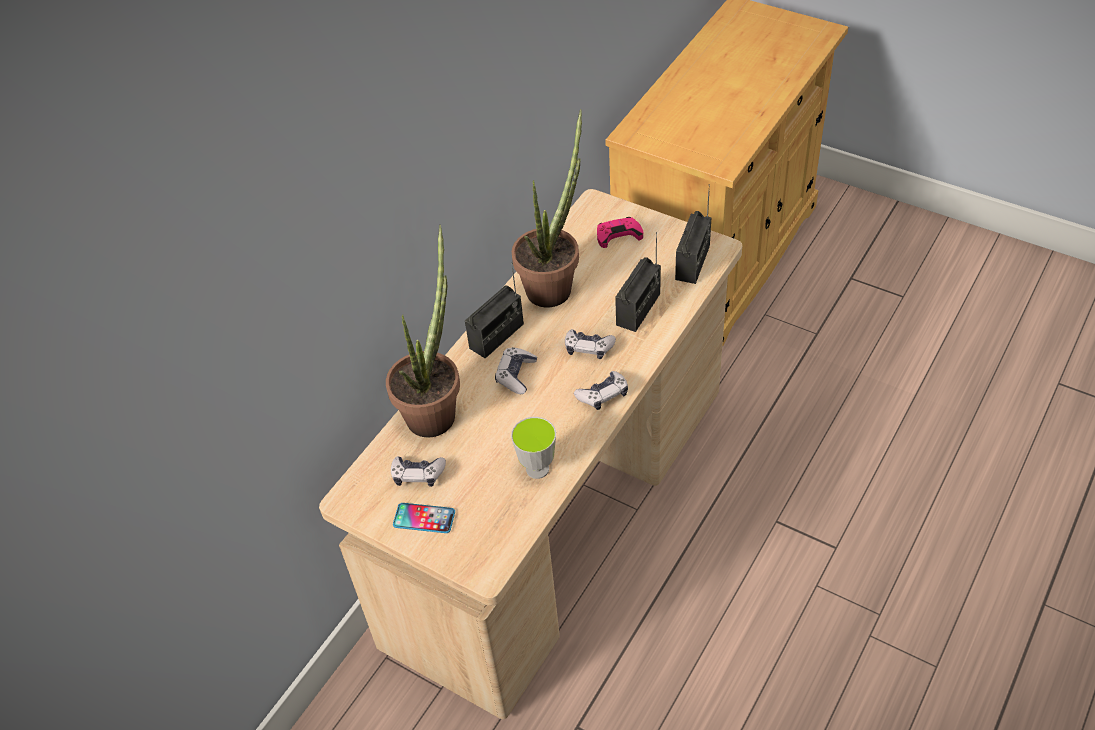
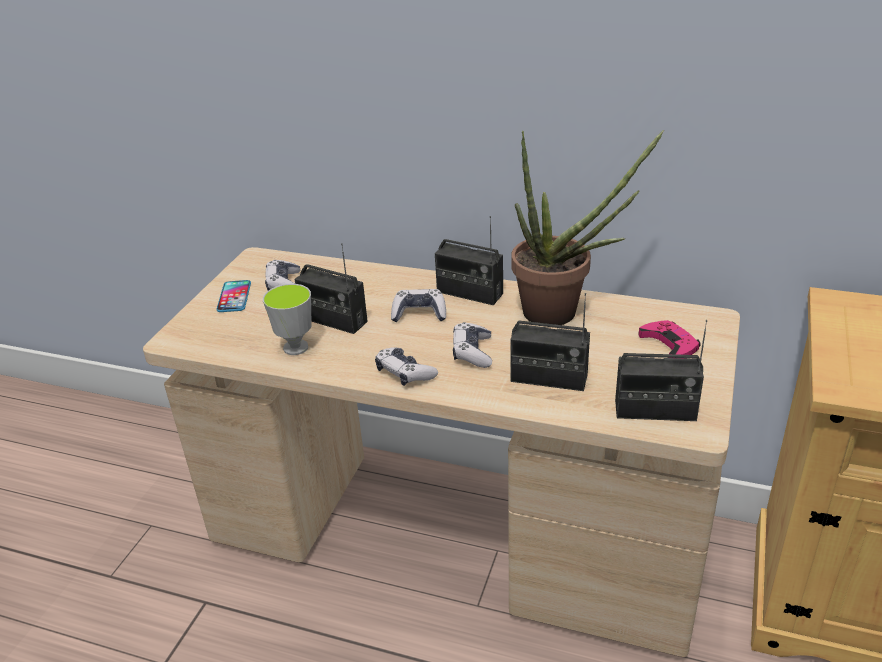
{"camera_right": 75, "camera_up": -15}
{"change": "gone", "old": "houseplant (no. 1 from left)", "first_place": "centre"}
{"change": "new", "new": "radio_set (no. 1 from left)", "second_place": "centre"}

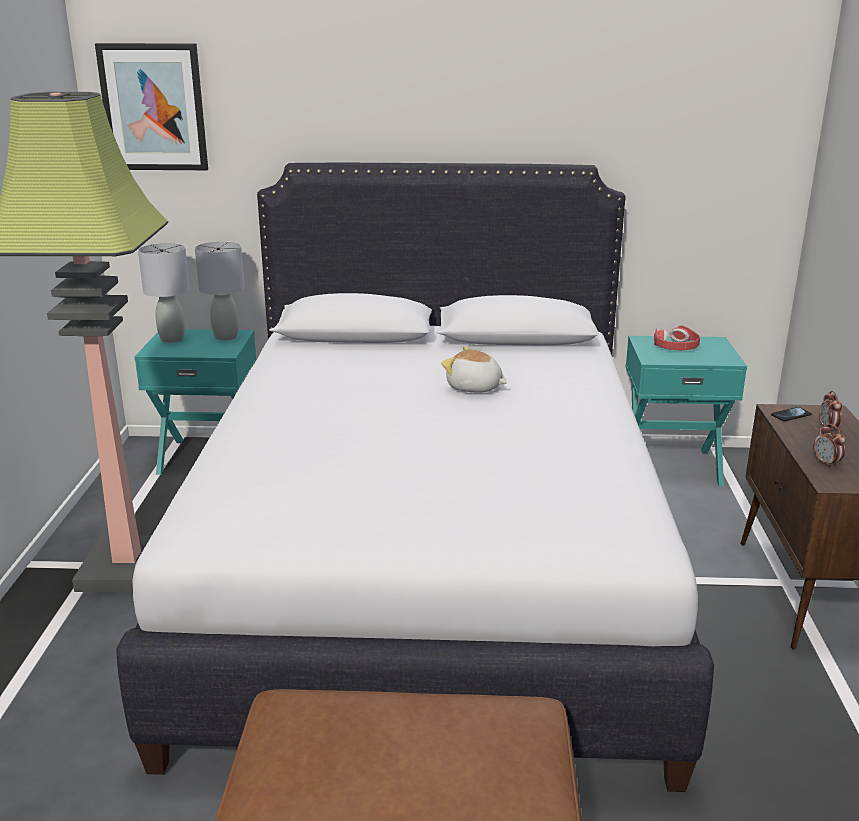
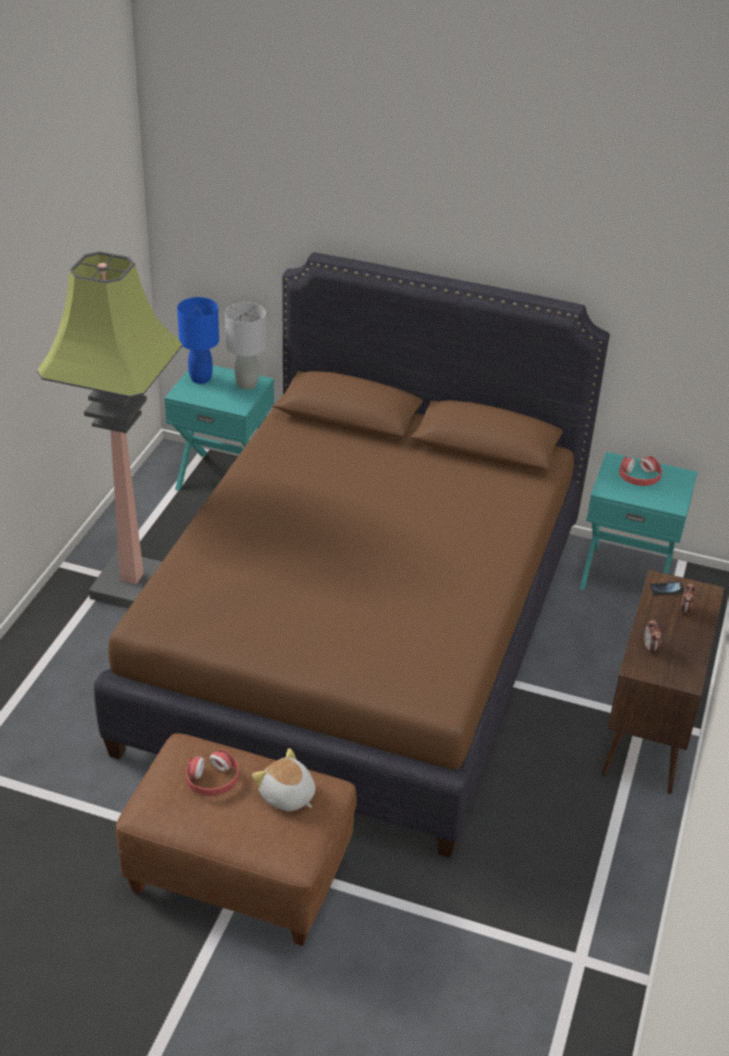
{"camera_right": 15, "camera_up": 15}
{"change": "gone", "old": "wall_picture", "first_place": "top left"}
{"change": "new", "new": "red_pair_of_headphones (no. 1 from left)", "second_place": "bottom left"}
{"change": "shifted", "old": "cuddly_toy", "first_place": "centre", "second_place": "bottom centre"}
{"change": "repainted", "old": "white_bed", "new": "brownish_bed", "first_place": "centre", "second_place": "centre"}
{"change": "repainted", "old": "greyish_lamp_for_a_table (no. 1 from left)", "new": "blue_lamp_for_a_table", "first_place": "middle left", "second_place": "top left"}

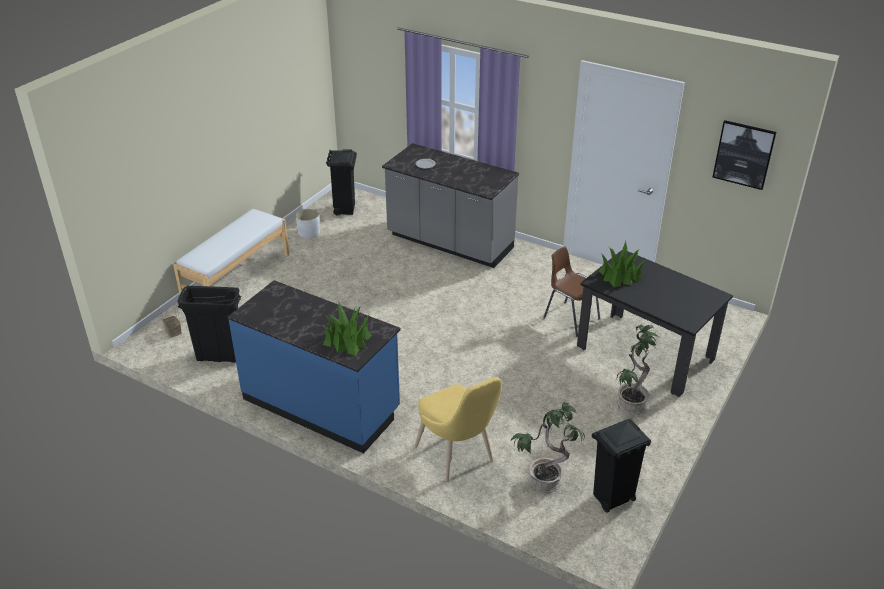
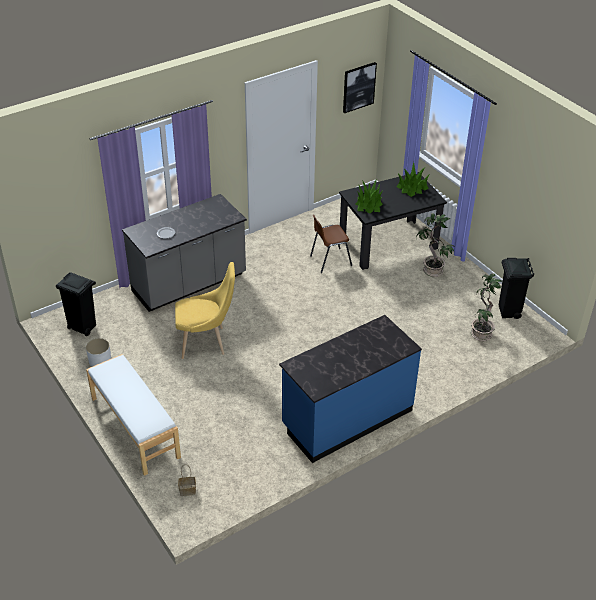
{"camera_right": -65, "camera_up": 5}
{"change": "gone", "old": "black_waste_bin (no. 1 from left)", "first_place": "middle left"}
{"change": "shifted", "old": "houseplant (no. 1 from left in the first image)", "new": "houseplant (no. 2 from left)", "first_place": "centre", "second_place": "top right"}
{"change": "shifted", "old": "yellow-coloured_chair", "first_place": "bottom centre", "second_place": "centre"}

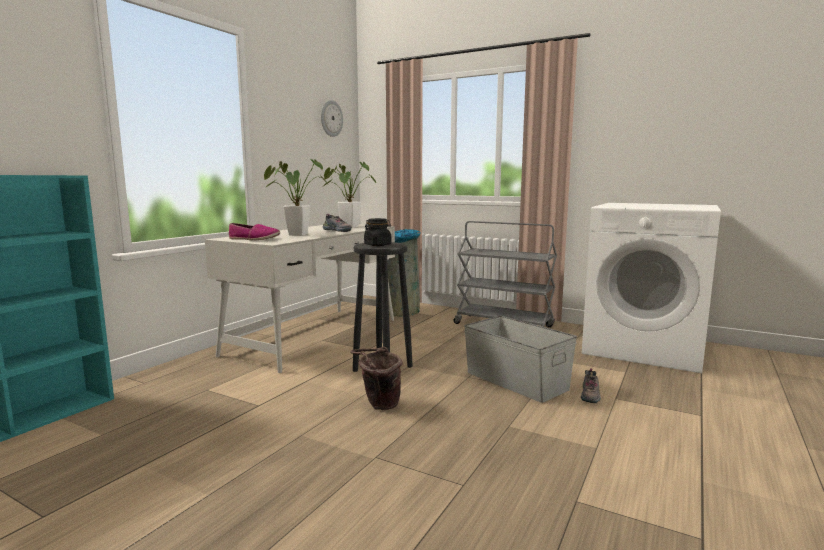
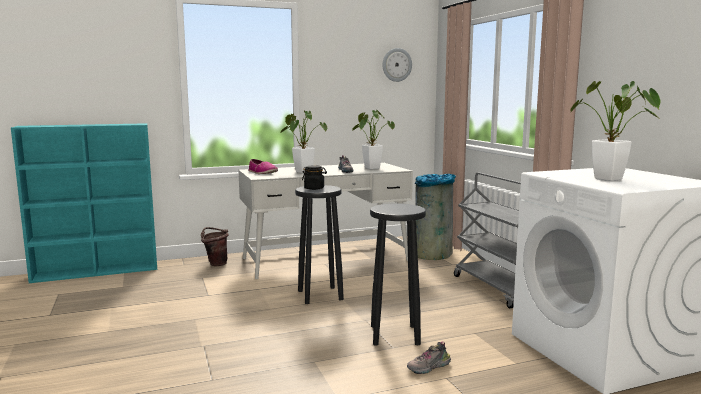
{"camera_right": 40, "camera_up": 0}
{"change": "new", "new": "houseplant (no. 3 from left)", "second_place": "top right"}
{"change": "shifted", "old": "brownish_pail", "first_place": "bottom centre", "second_place": "middle left"}
{"change": "swapped", "old": "greyish_storage_container", "new": "black_sitting_stool (no. 2 from left)", "first_place": "centre", "second_place": "bottom centre"}

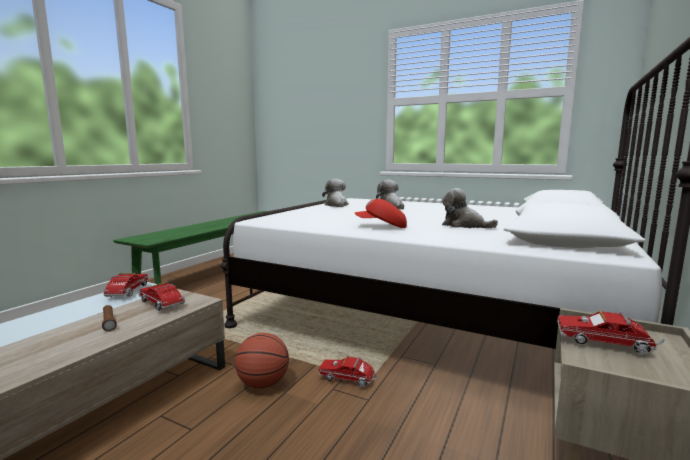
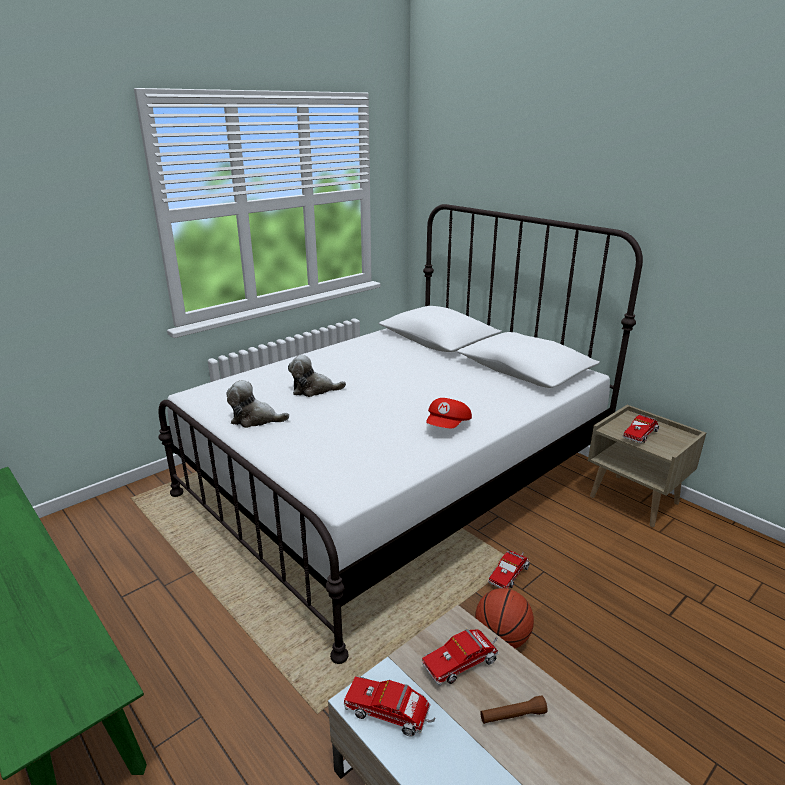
{"camera_right": -70, "camera_up": 15}
{"change": "gone", "old": "cuddly_toy (no. 3 from left)", "first_place": "middle right"}

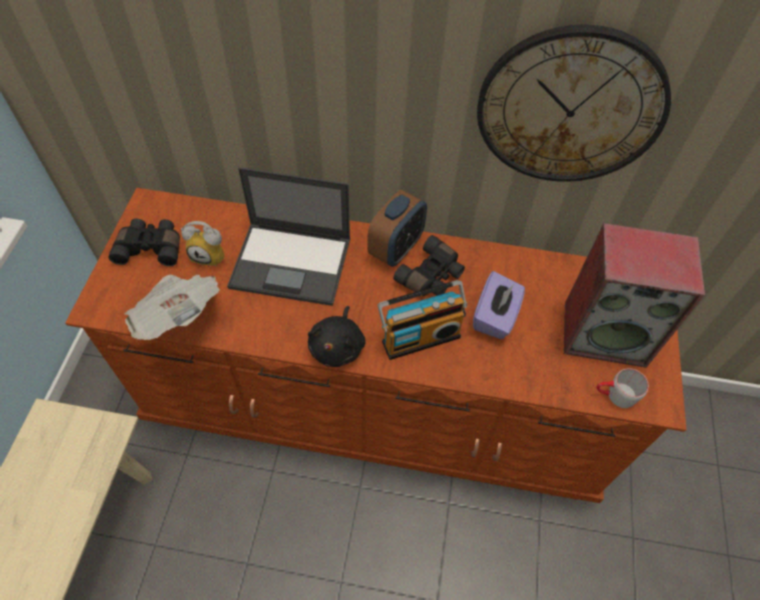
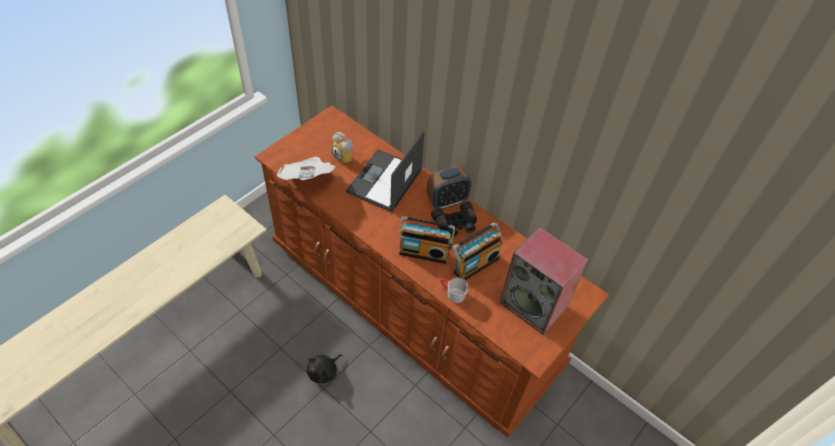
{"camera_right": 30, "camera_up": -5}
{"change": "gone", "old": "black_binoculars (no. 1 from left)", "first_place": "middle left"}
{"change": "gone", "old": "wall_clock", "first_place": "top right"}
{"change": "shifted", "old": "black_cuddly_toy", "first_place": "centre", "second_place": "bottom centre"}
{"change": "shifted", "old": "greyish_mug", "first_place": "middle right", "second_place": "centre"}
{"change": "swapped", "old": "purple-coloured_tissue_holder", "new": "radio_set (no. 2 from left)", "first_place": "centre", "second_place": "centre"}
{"change": "rotated", "old": "portable_computer", "first_place": "centre", "second_place": "centre", "degrees": 75}

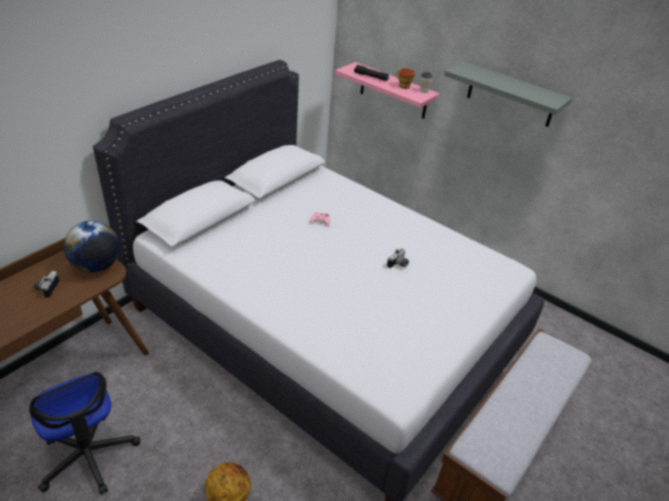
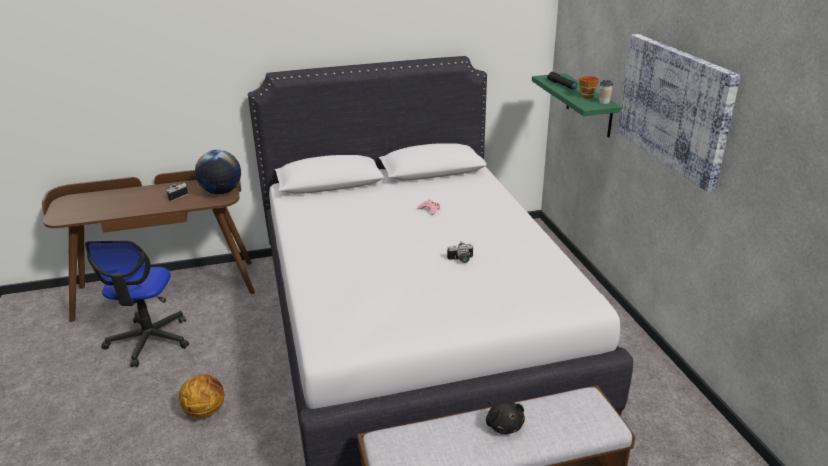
{"camera_right": 40, "camera_up": -10}
{"change": "new", "new": "black_cuddly_toy", "second_place": "bottom centre"}
{"change": "swapped", "old": "greyish_wall_shelf", "new": "wall_picture", "first_place": "top right", "second_place": "top right"}
{"change": "repainted", "old": "pink_wall_shelf", "new": "green-coloured_wall_shelf", "first_place": "top centre", "second_place": "top right"}

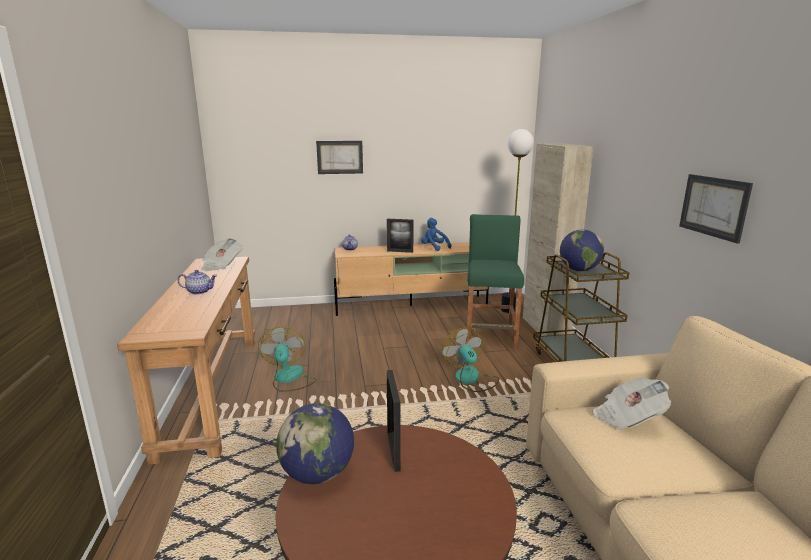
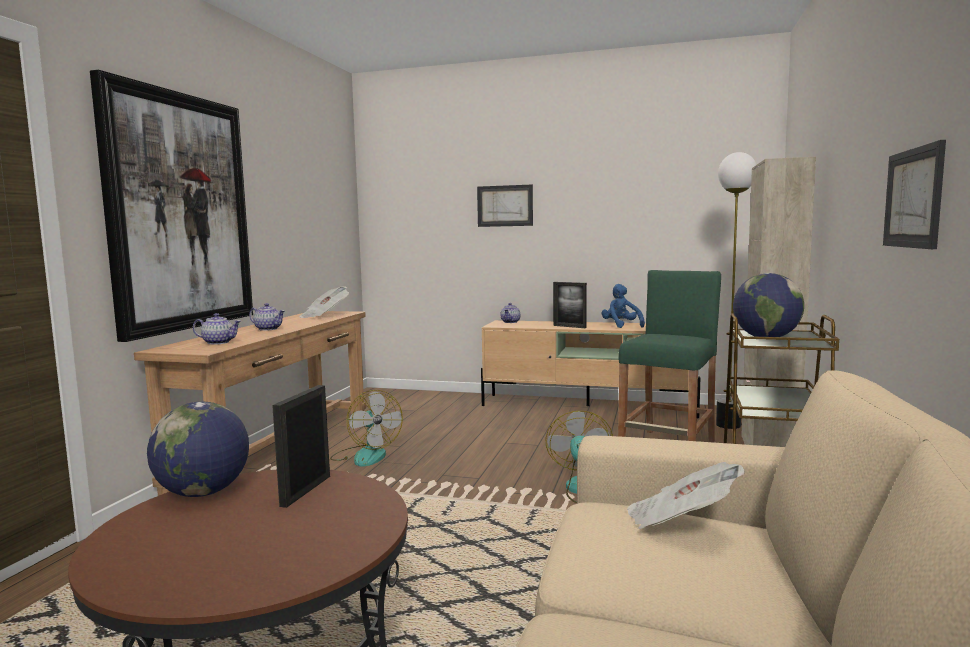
{"camera_right": 25, "camera_up": -10}
{"change": "new", "new": "wall_picture (no. 1 from left)", "second_place": "top left"}
{"change": "new", "new": "teapot (no. 1 from left)", "second_place": "middle left"}
{"change": "rotated", "old": "electric_fan (no. 1 from left)", "first_place": "centre", "second_place": "centre", "degrees": 135}

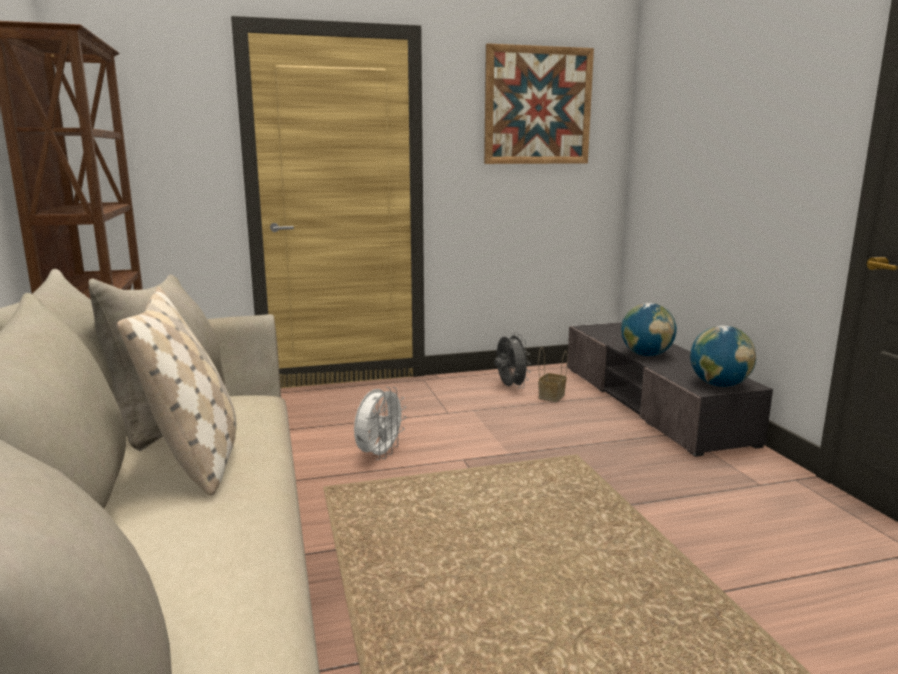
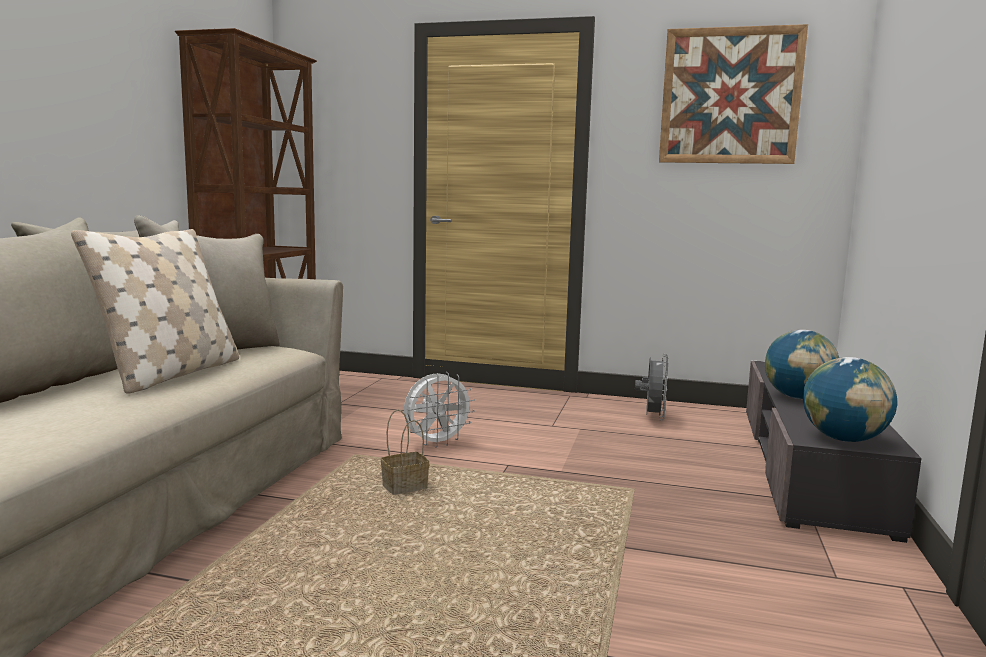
{"camera_right": 30, "camera_up": -5}
{"change": "shifted", "old": "household_basket", "first_place": "centre", "second_place": "bottom centre"}

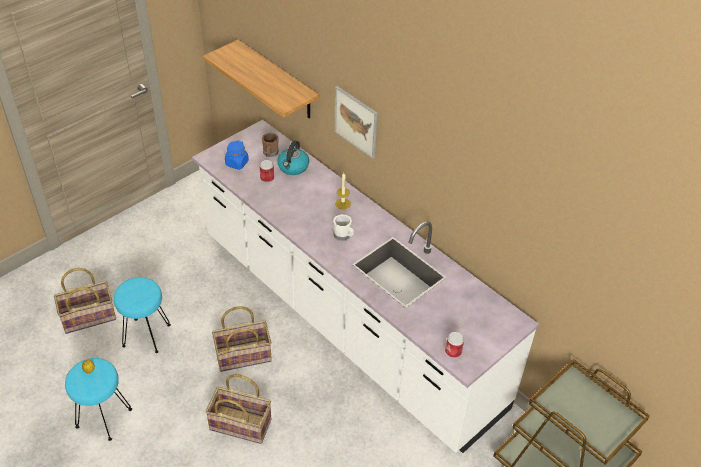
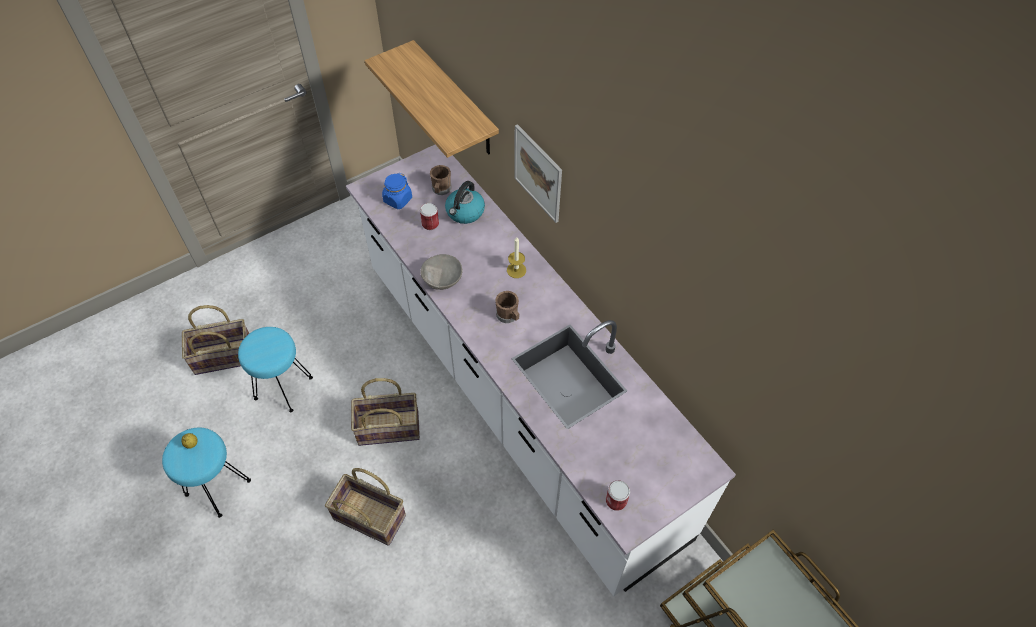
{"camera_right": 10, "camera_up": 10}
{"change": "new", "new": "greyish_bowl", "second_place": "centre"}
{"change": "repainted", "old": "white_mug", "new": "brownish_mug (no. 2 from left)", "first_place": "centre", "second_place": "centre"}

